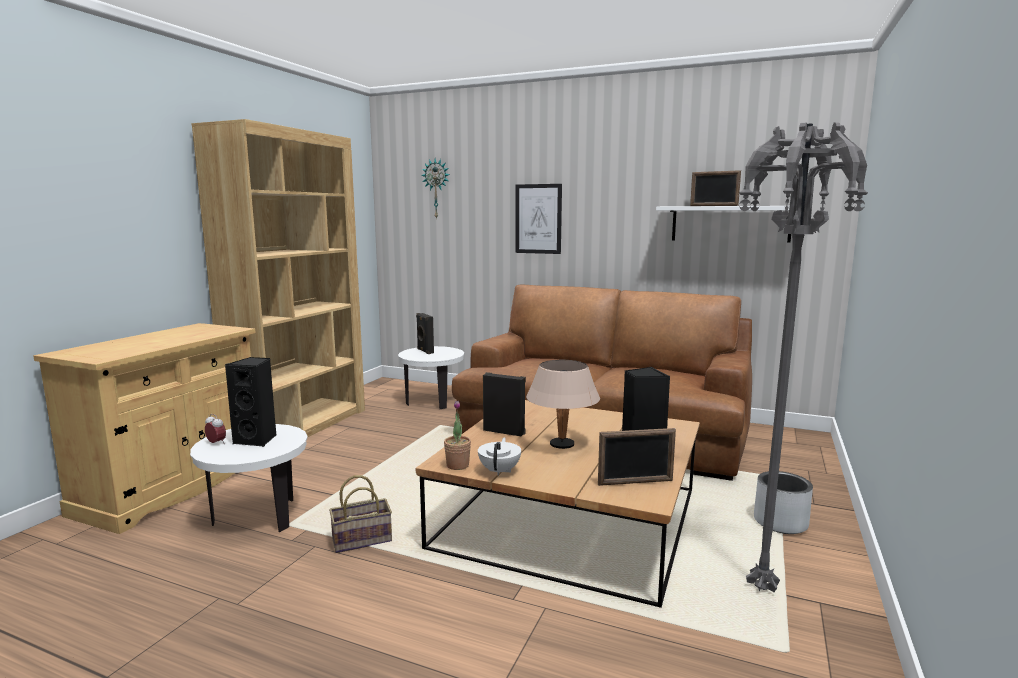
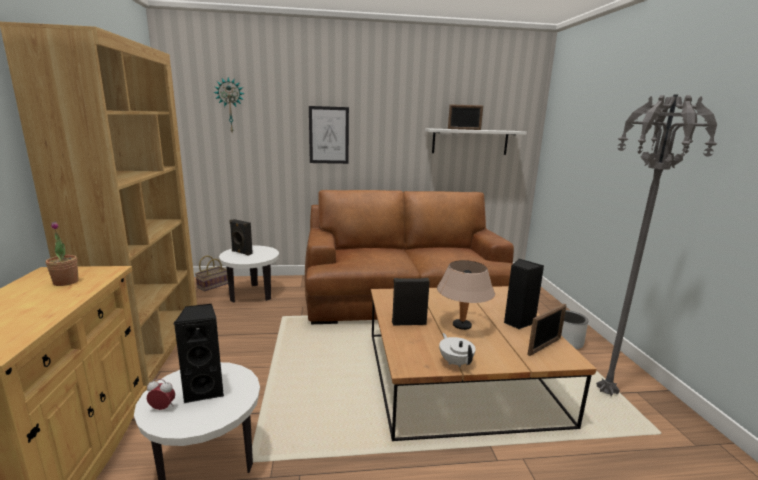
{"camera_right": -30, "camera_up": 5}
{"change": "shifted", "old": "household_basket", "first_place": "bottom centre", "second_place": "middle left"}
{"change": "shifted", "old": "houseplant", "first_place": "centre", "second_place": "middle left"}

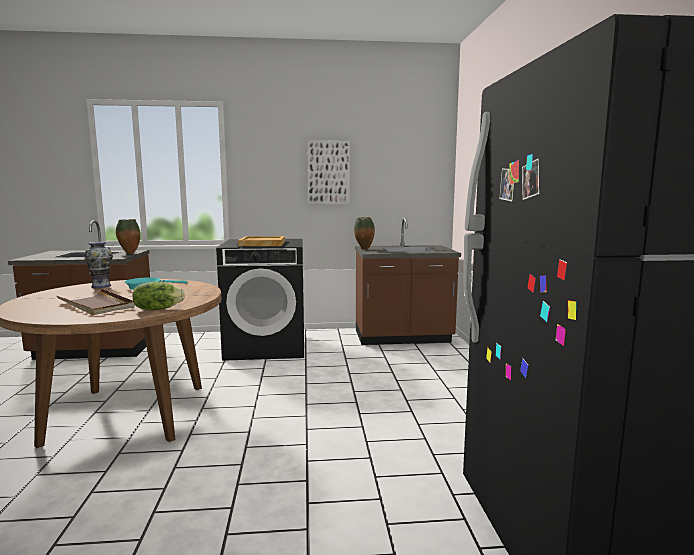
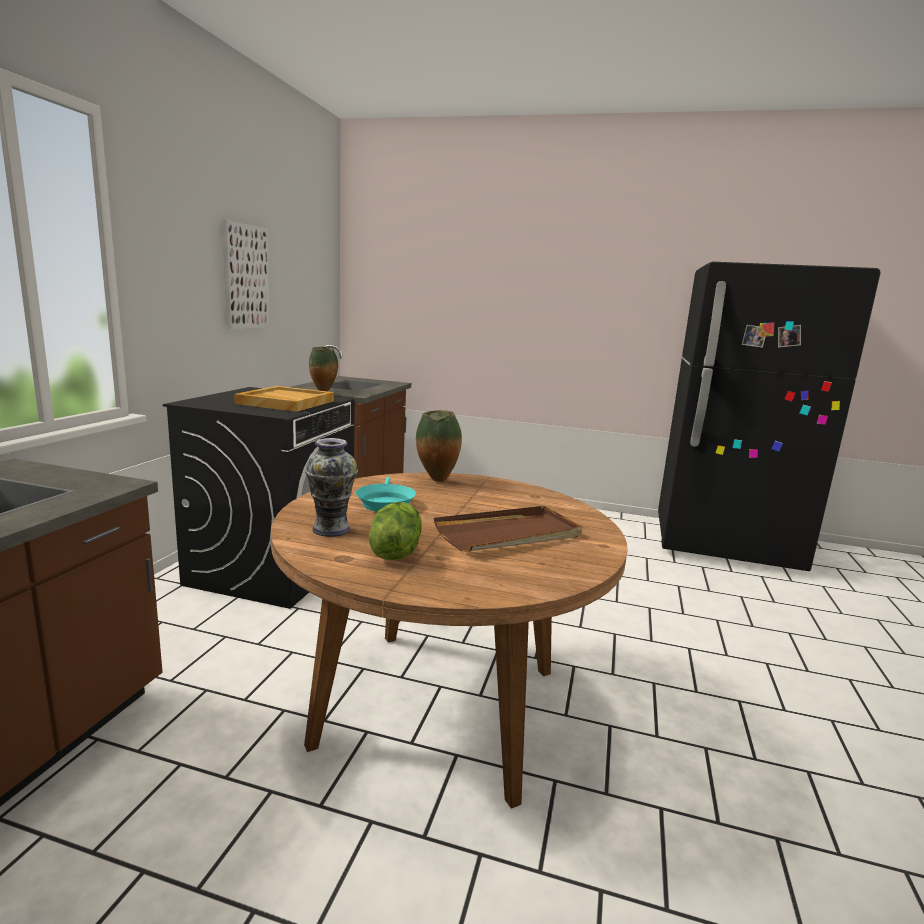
{"camera_right": -70, "camera_up": 5}
{"change": "shifted", "old": "decorative_vase (no. 2 from left in the first image)", "new": "decorative_vase (no. 3 from left)", "first_place": "middle left", "second_place": "centre"}
{"change": "shifted", "old": "lettuce_head", "first_place": "middle left", "second_place": "centre"}

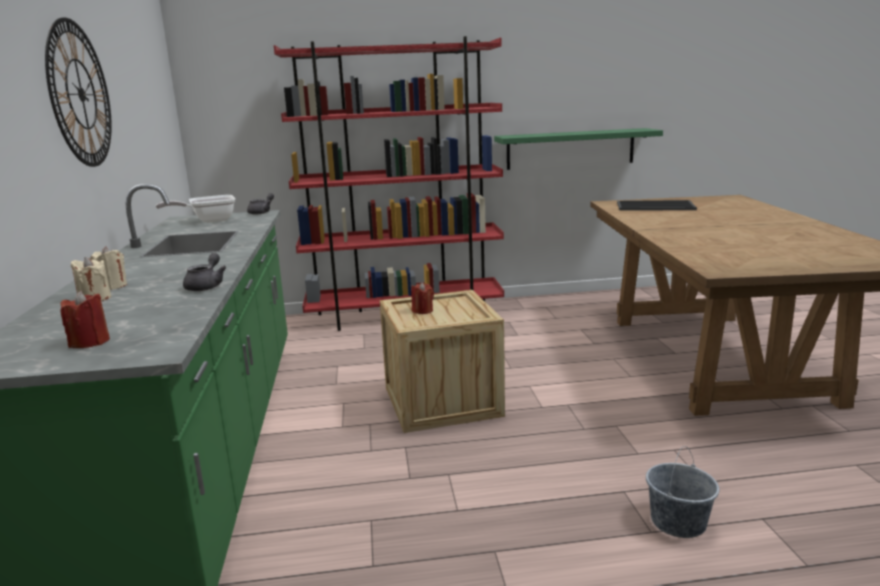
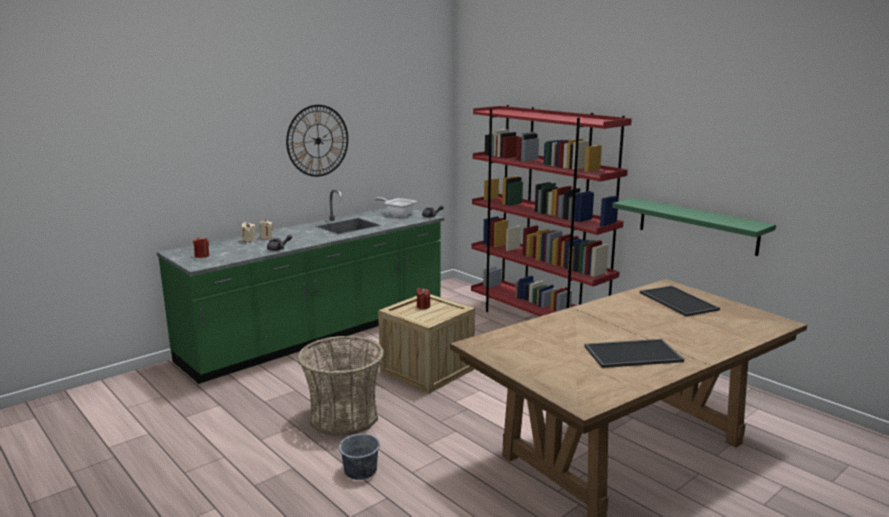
{"camera_right": 55, "camera_up": 0}
{"change": "new", "new": "household_basket", "second_place": "bottom centre"}
{"change": "new", "new": "carrying_tray (no. 1 from left)", "second_place": "bottom right"}

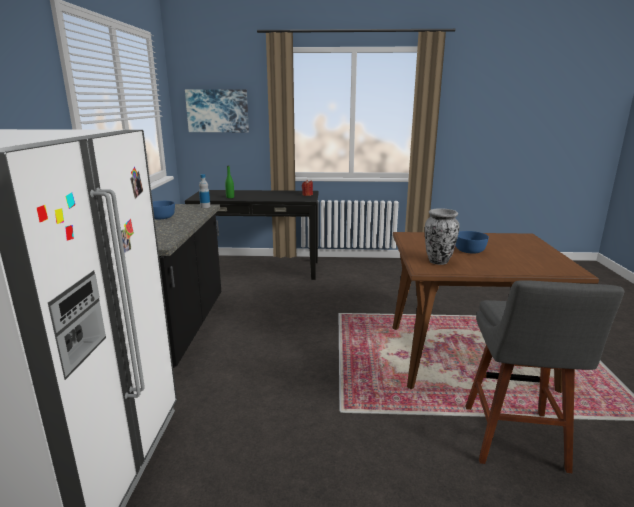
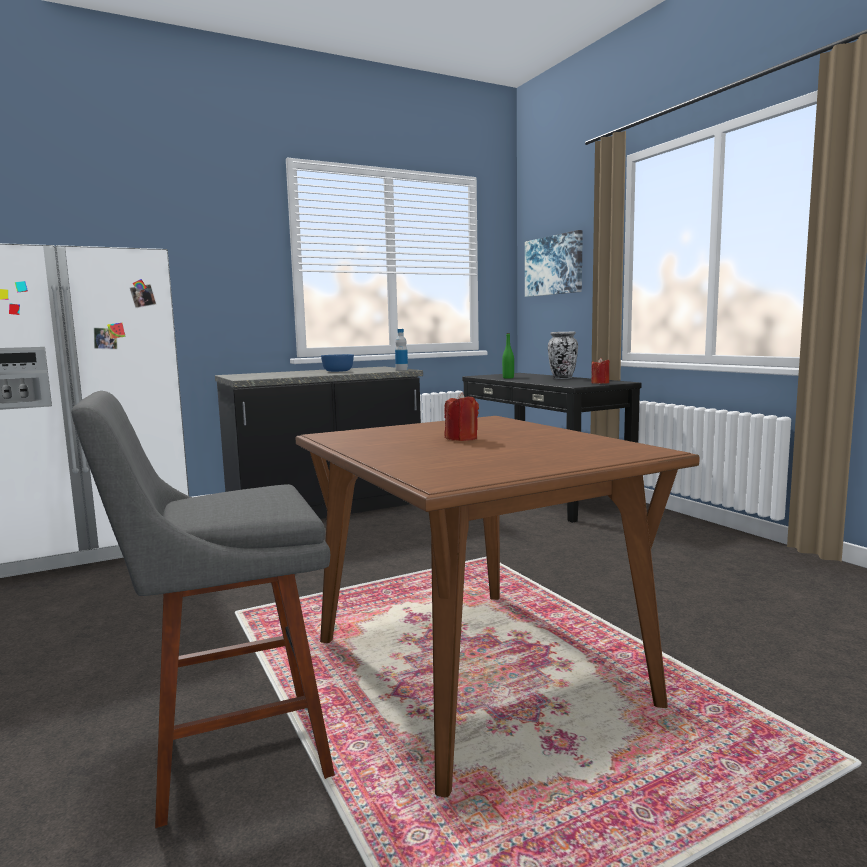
{"camera_right": 60, "camera_up": -10}
{"change": "shifted", "old": "decorative_vase", "first_place": "middle right", "second_place": "centre"}
{"change": "swapped", "old": "blue_bowl (no. 2 from left)", "new": "red_candle (no. 1 from left)", "first_place": "middle right", "second_place": "centre"}

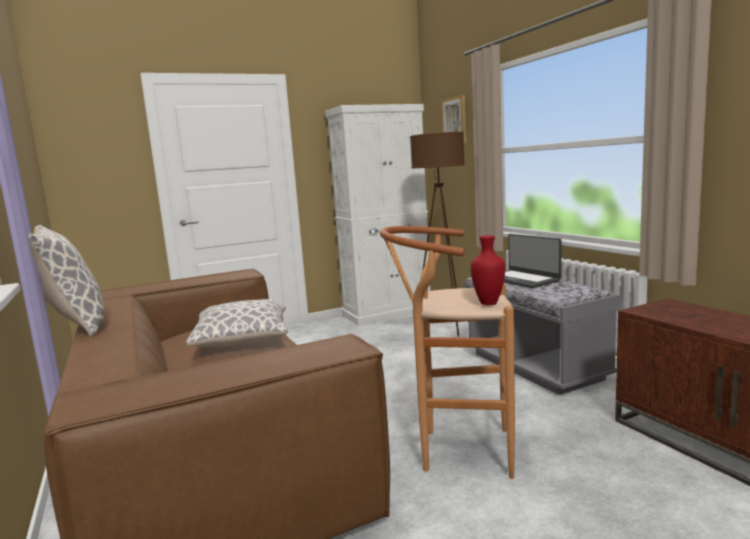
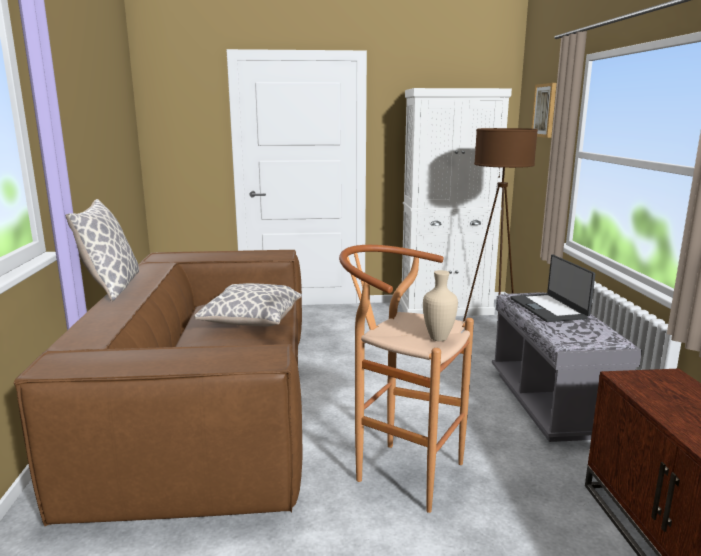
{"camera_right": 20, "camera_up": 5}
{"change": "repainted", "old": "red_decorative_vase", "new": "beige_decorative_vase", "first_place": "centre", "second_place": "centre"}

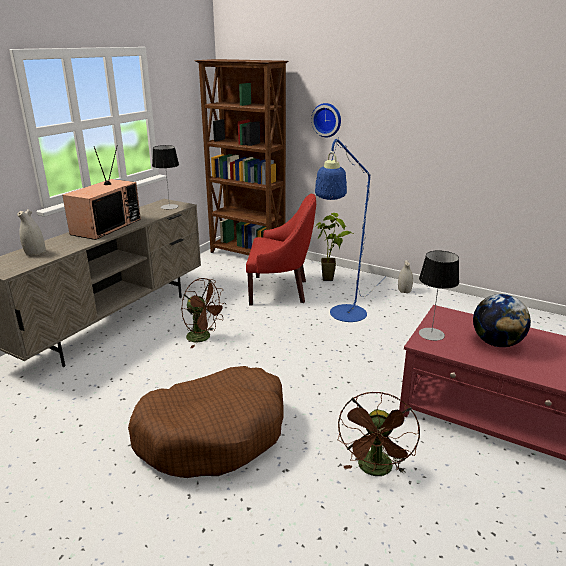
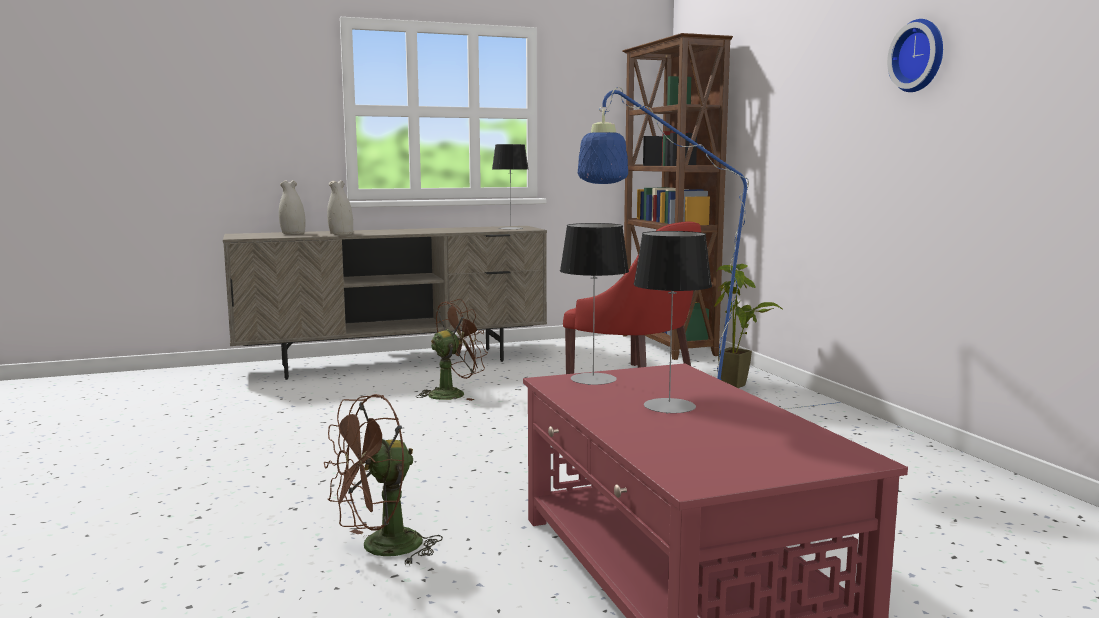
{"camera_right": 40, "camera_up": -15}
{"change": "gone", "old": "TV", "first_place": "middle left"}
{"change": "gone", "old": "brownish_pet_bed", "first_place": "bottom centre"}
{"change": "shifted", "old": "wall_clock", "first_place": "top centre", "second_place": "top right"}
{"change": "shifted", "old": "white_decorative_vase (no. 2 from left)", "first_place": "middle right", "second_place": "middle left"}
{"change": "swapped", "old": "globe", "new": "lamp_for_a_table (no. 3 from left)", "first_place": "middle right", "second_place": "centre"}
{"change": "rotated", "old": "brownish_electric_fan (no. 1 from left in the first image)", "first_place": "centre", "second_place": "centre", "degrees": -105}

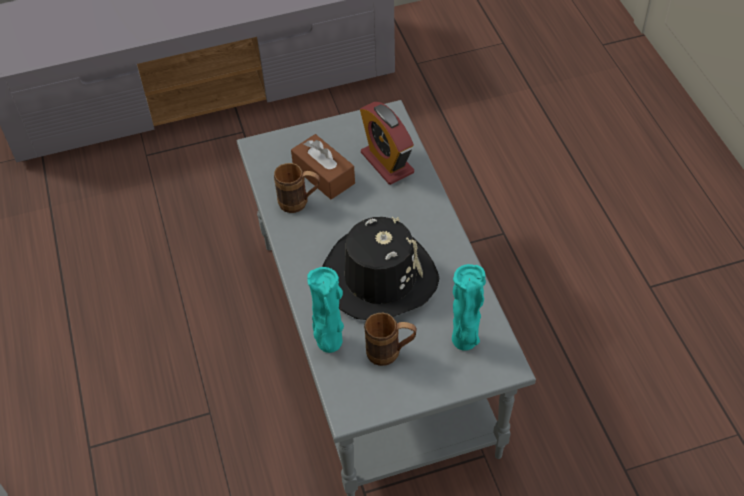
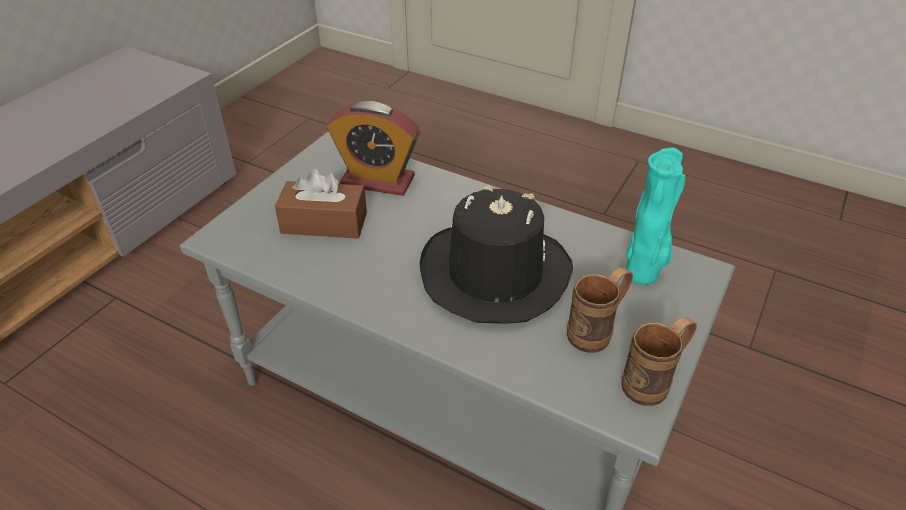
{"camera_right": -45, "camera_up": -10}
{"change": "gone", "old": "blue-green_decorative_vase (no. 1 from left)", "first_place": "centre"}
{"change": "shifted", "old": "brownish_mug (no. 1 from left in the first image)", "new": "brownish_mug (no. 2 from left)", "first_place": "centre", "second_place": "bottom right"}

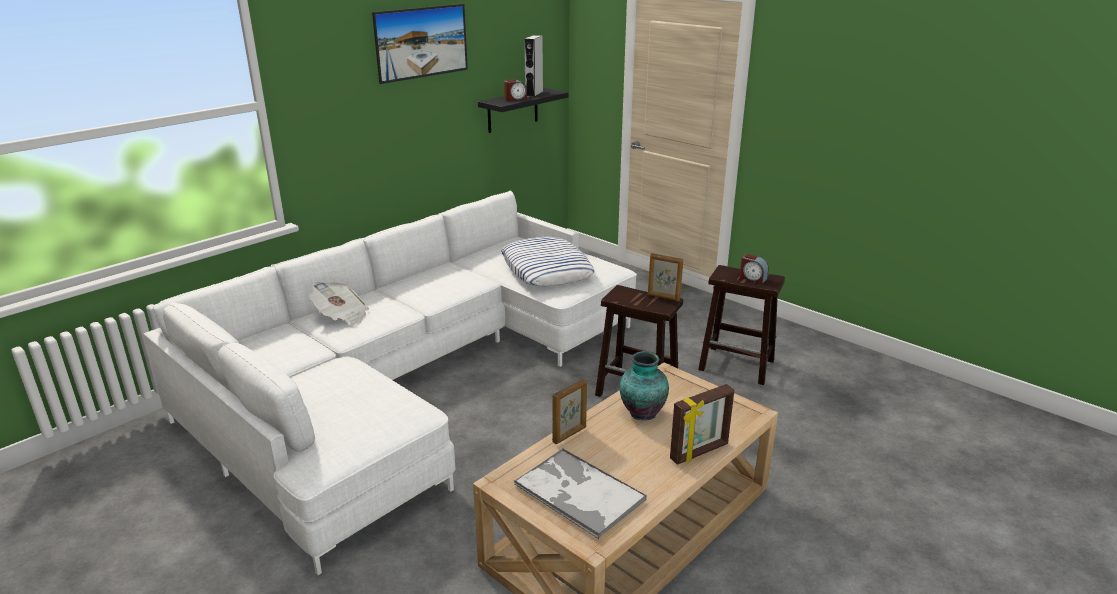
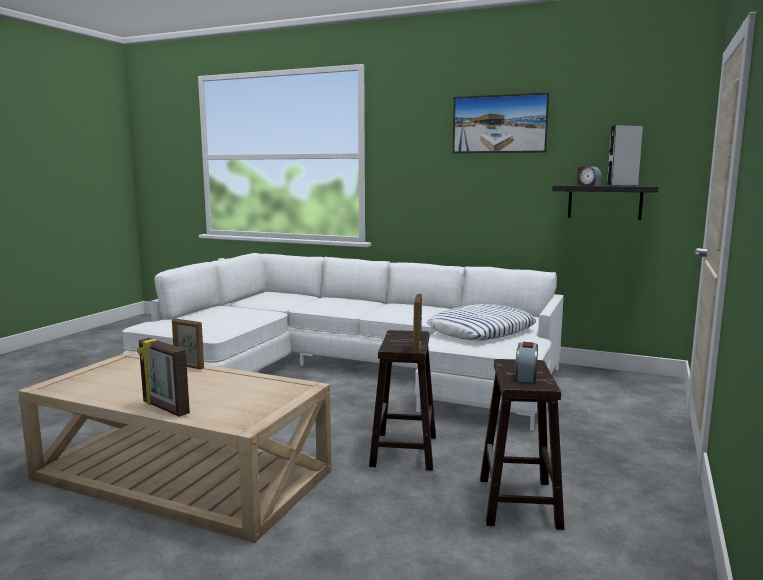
{"camera_right": 70, "camera_up": -15}
{"change": "gone", "old": "newspaper", "first_place": "middle left"}
{"change": "gone", "old": "carrying_tray", "first_place": "bottom centre"}
{"change": "gone", "old": "decorative_vase", "first_place": "centre"}

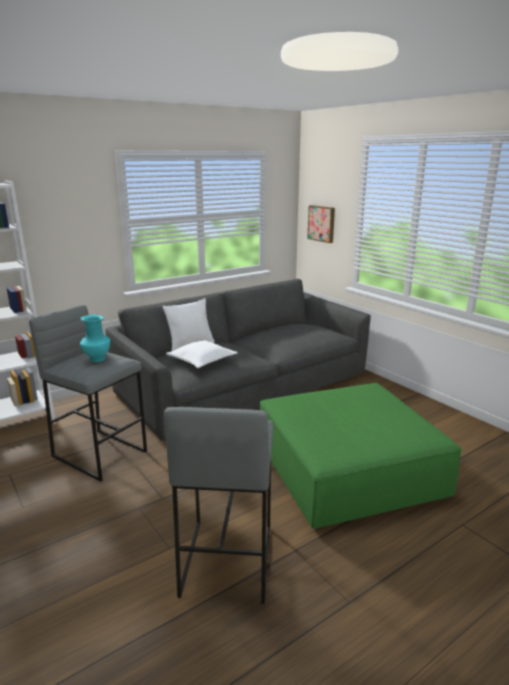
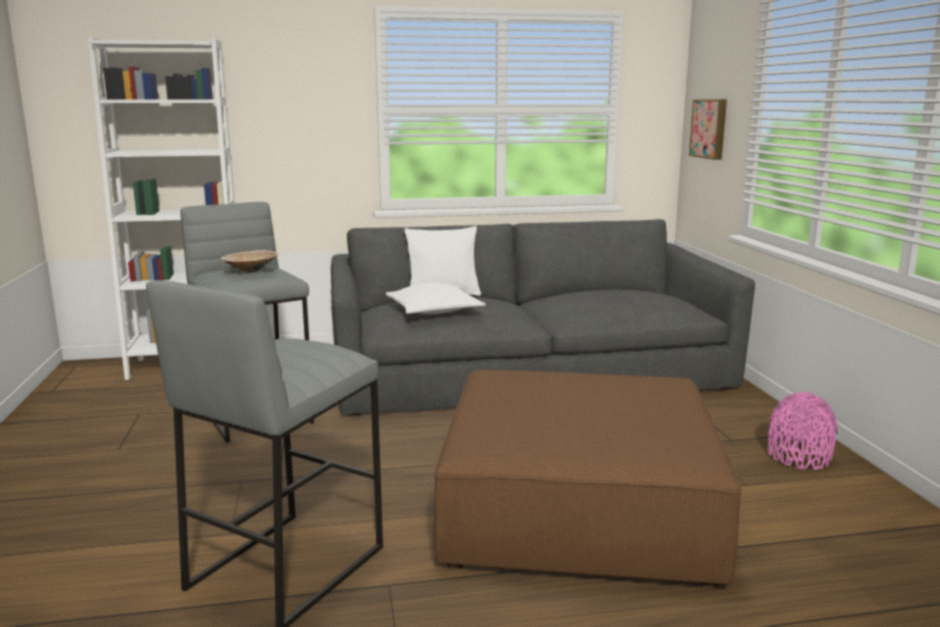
{"camera_right": 25, "camera_up": -5}
{"change": "new", "new": "pink_decorative_vase", "second_place": "bottom right"}
{"change": "swapped", "old": "blue-green_decorative_vase", "new": "beige_bowl", "first_place": "middle left", "second_place": "middle left"}
{"change": "repainted", "old": "green-coloured_pouffe", "new": "brownish_pouffe", "first_place": "middle right", "second_place": "bottom centre"}

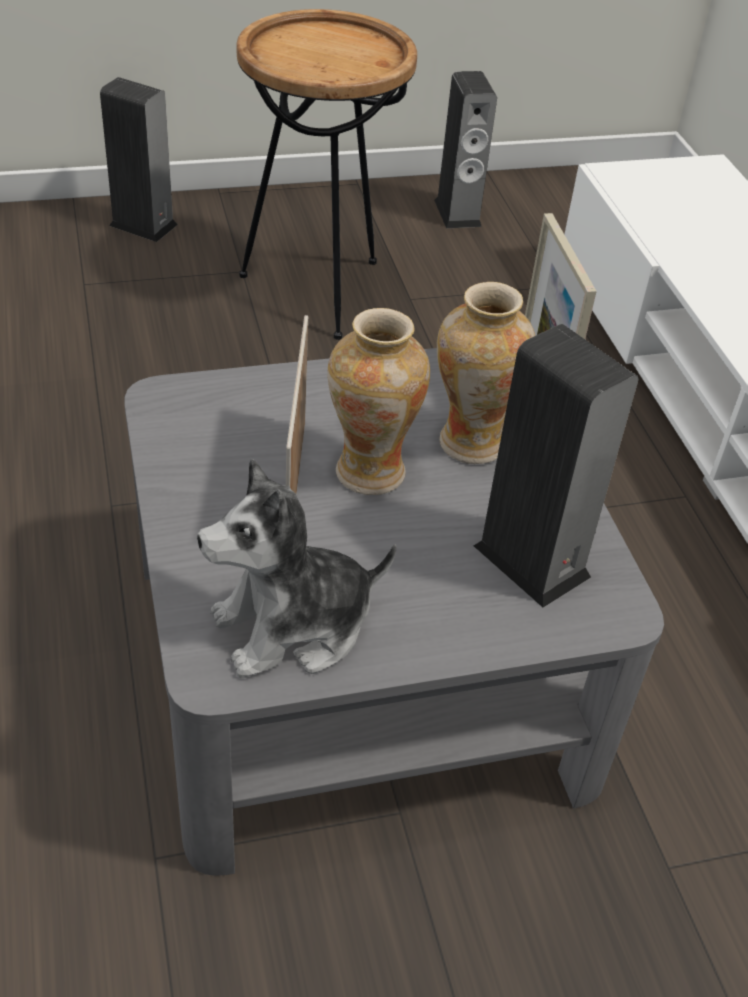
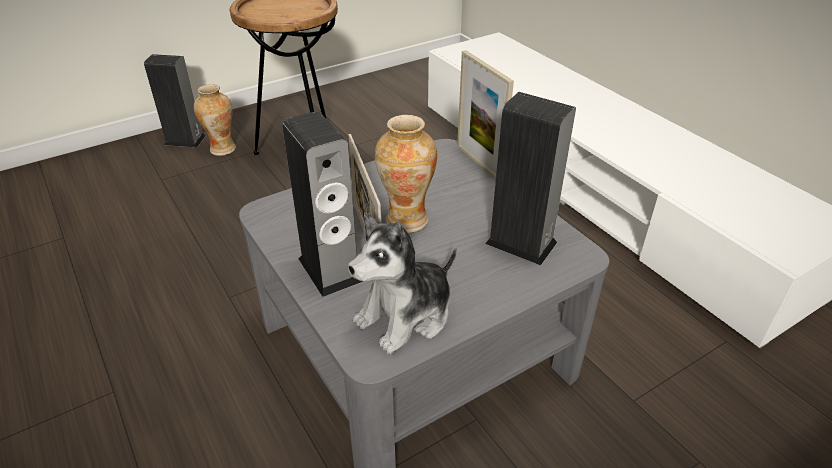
{"camera_right": -15, "camera_up": -5}
{"change": "shifted", "old": "speaker (no. 2 from left)", "first_place": "top centre", "second_place": "centre"}
{"change": "shifted", "old": "decorative_vase (no. 2 from left in the first image)", "new": "decorative_vase (no. 1 from left)", "first_place": "centre", "second_place": "top left"}

